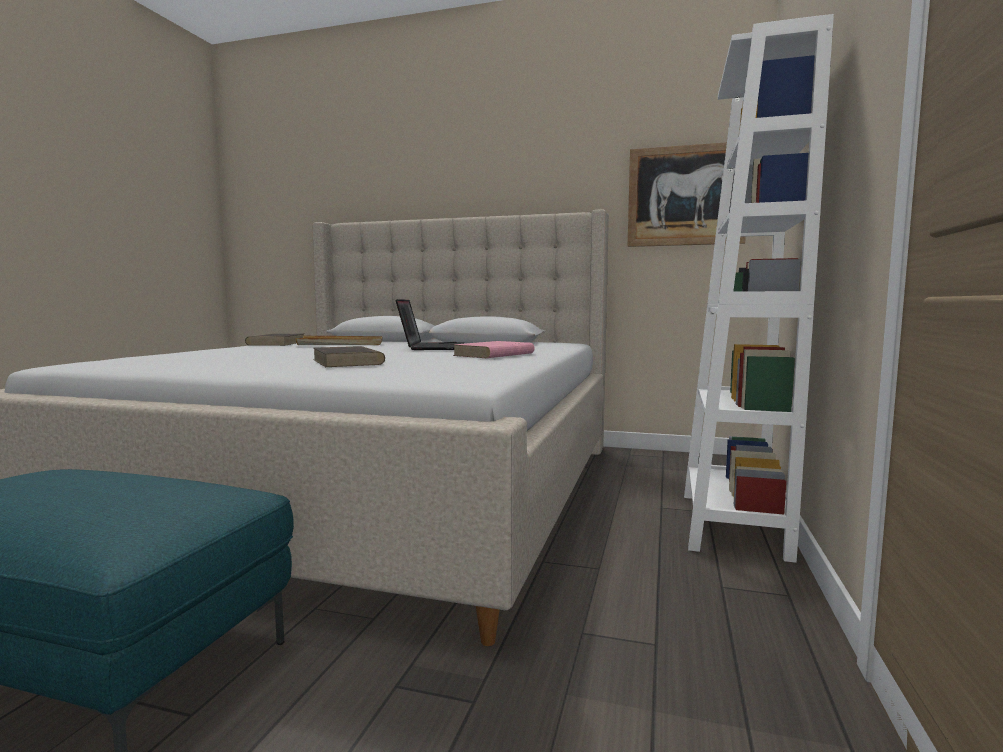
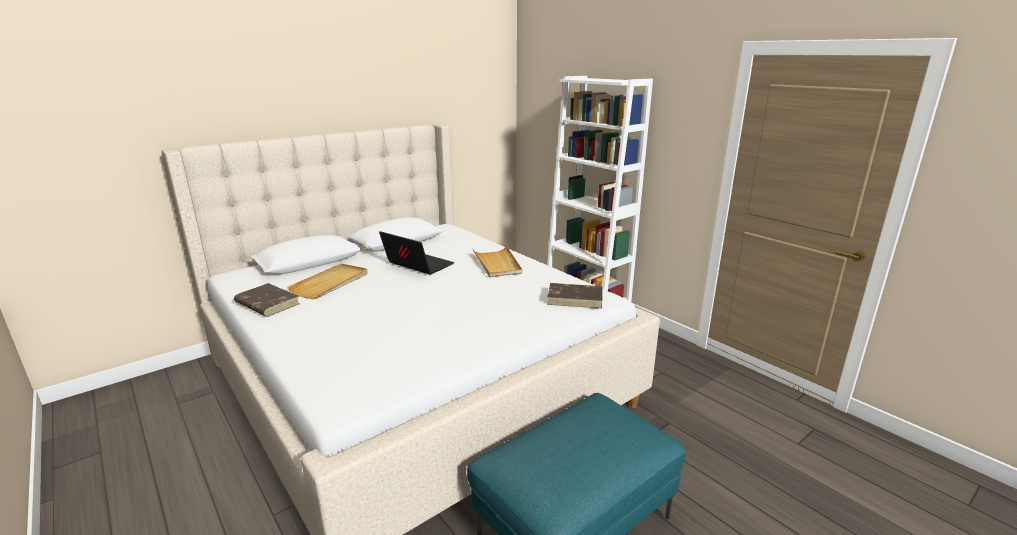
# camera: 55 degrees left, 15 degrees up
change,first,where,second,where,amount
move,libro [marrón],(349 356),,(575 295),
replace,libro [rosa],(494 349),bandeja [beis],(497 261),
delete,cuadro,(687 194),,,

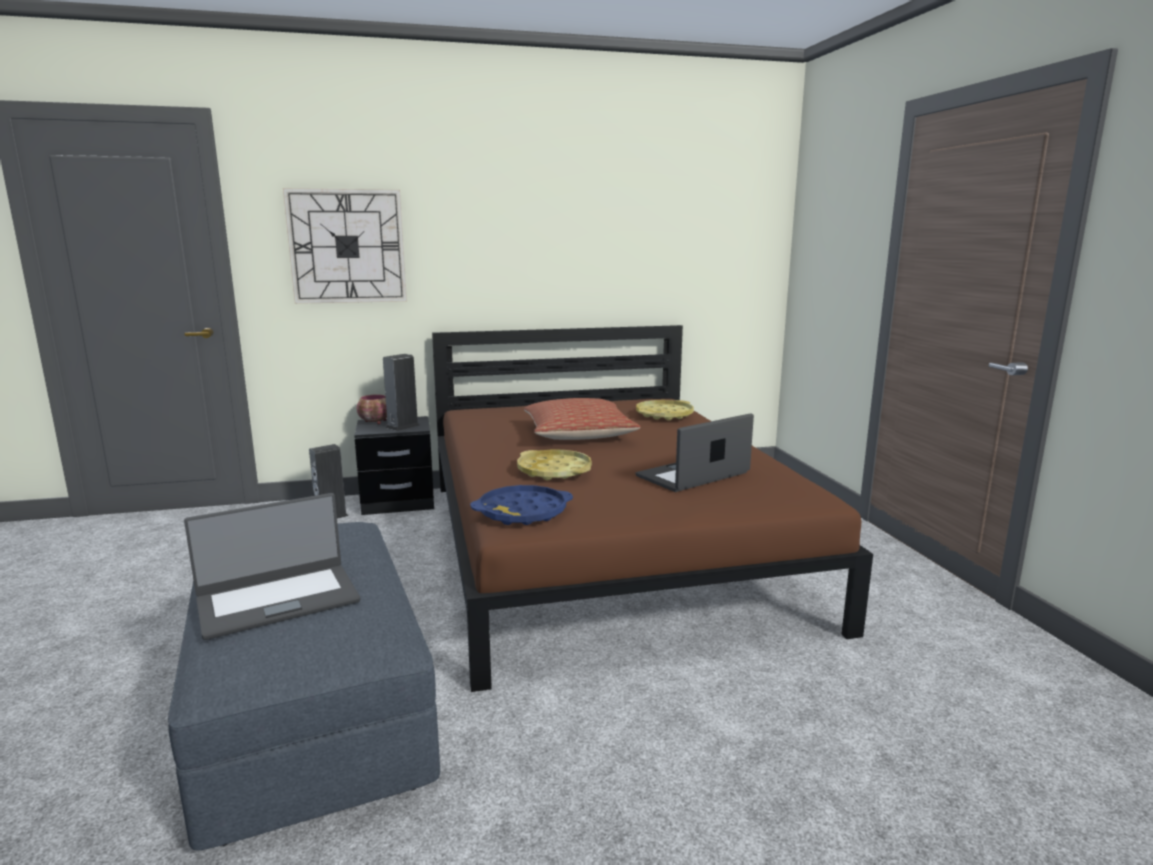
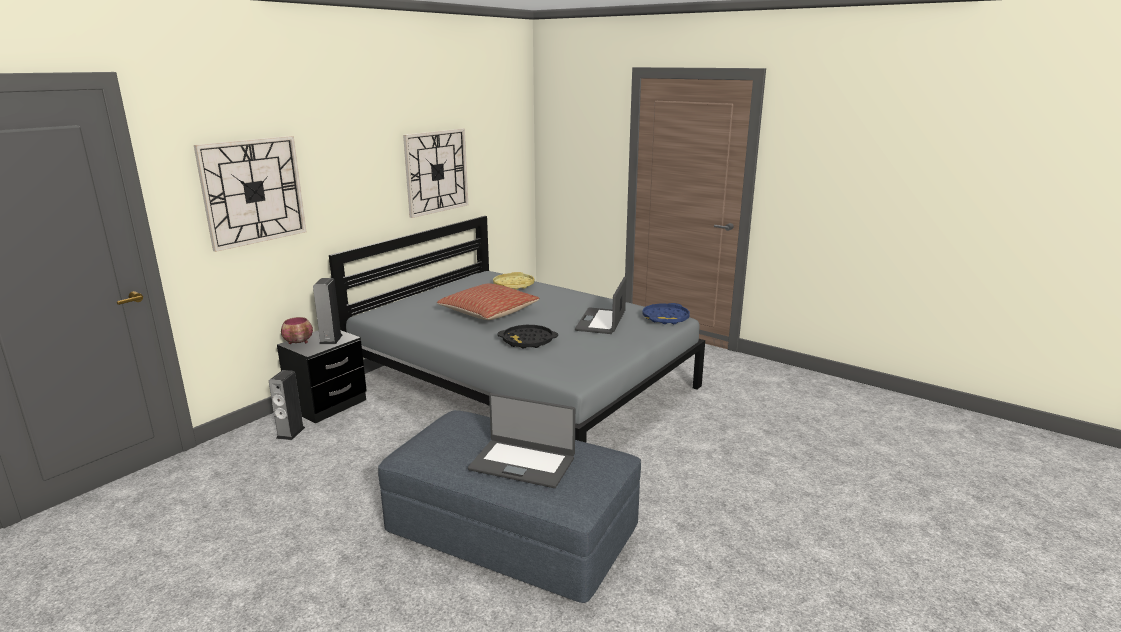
# camera: 40 degrees left, 5 degrees up
change,first,where,second,where,amount
rotate,portátil,(272 566),,(521 440),90 degrees clockwise
recolor,cama [marrón],(652 508),cama [gris],(517 329),
move,bandeja [azul],(521 505),,(666 313),
recolor,bandeja [amarillo],(554 465),bandeja [negro],(528 337),
insert,,,reloj de pared,(435 173),

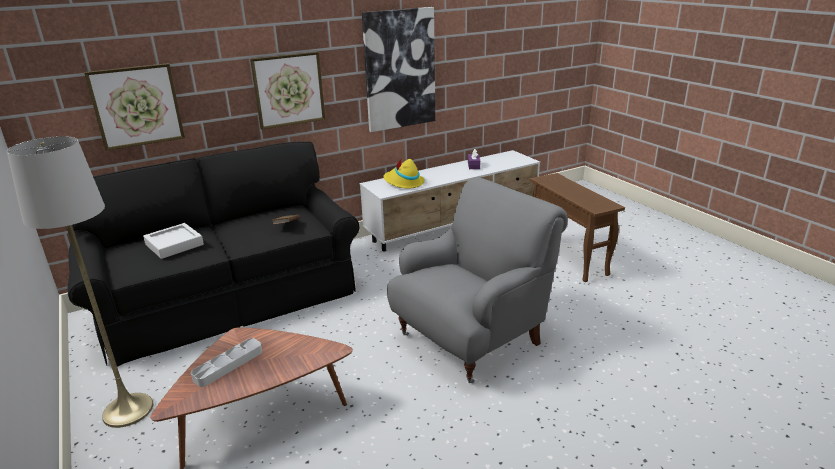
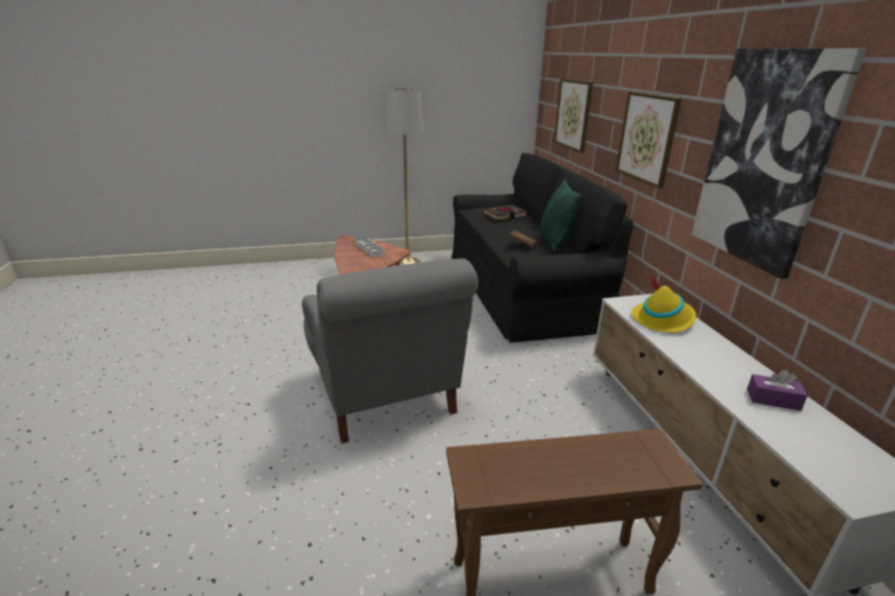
# camera: 105 degrees right, 0 degrees up
change,first,where,second,where,amount
replace,bandeja [gris],(173 241),libro [negro],(504 212),
insert,,,cojín [verde],(560 215),

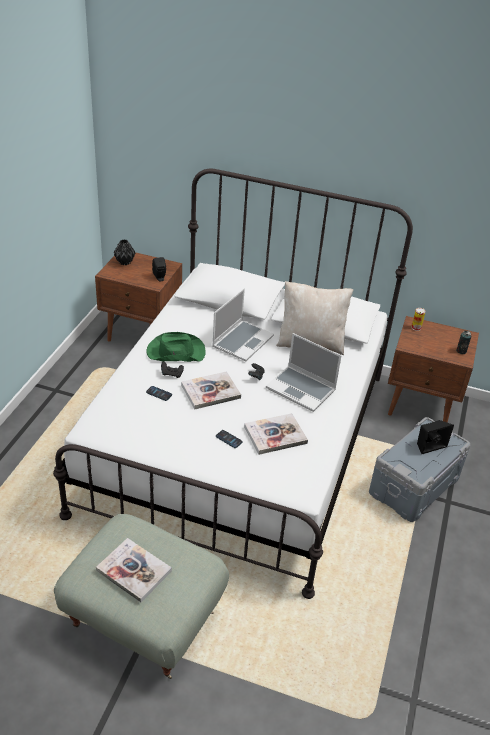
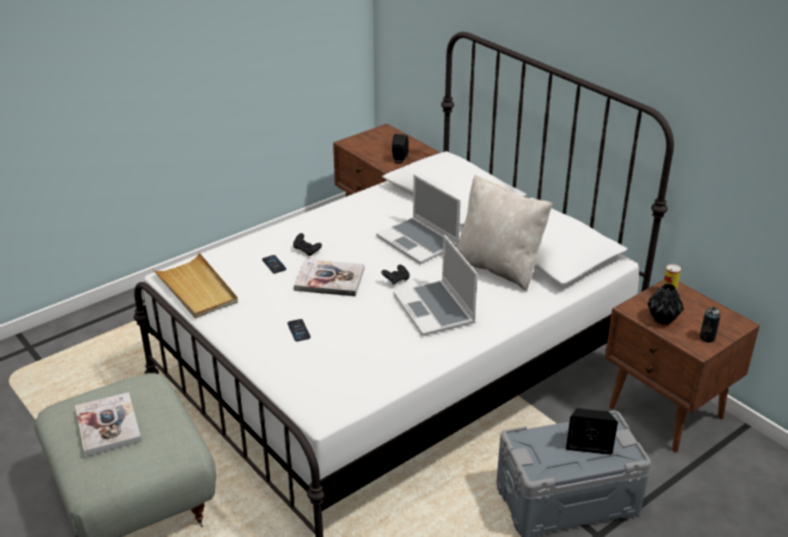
# camera: 35 degrees right, 5 degrees down
change,first,where,second,where,amount
move,florero [negro],(125 252),,(666 304),
delete,sombrero [verde],(176 347),,,
rotate,portátil,(243 325),,(418 219),75 degrees clockwise
delete,libro,(276 434),,,
insert,,,bandeja [beis],(195 285),

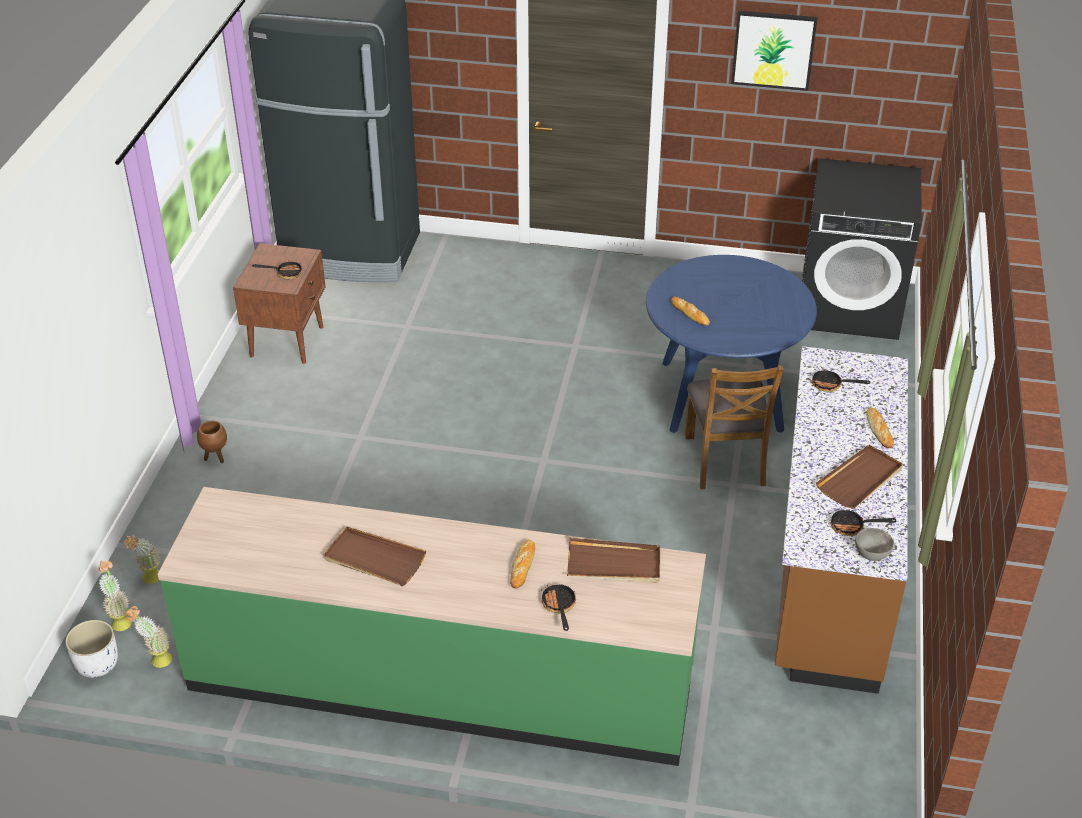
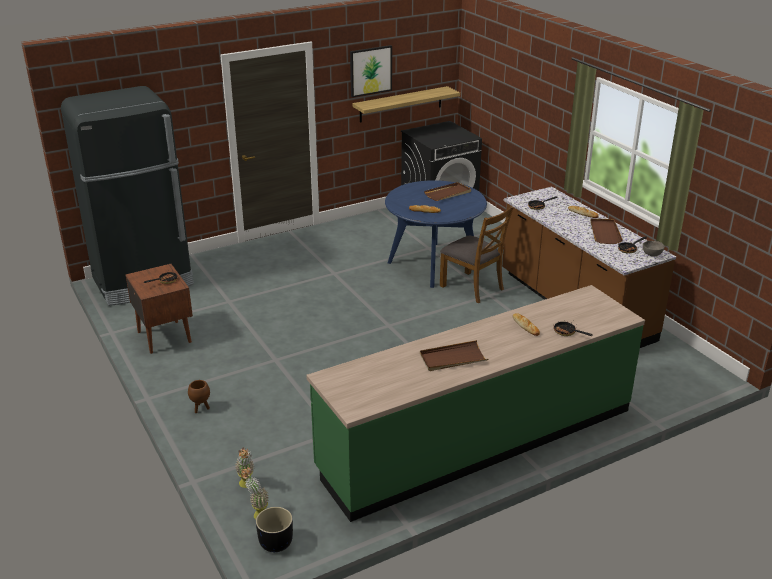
# camera: 40 degrees left, 10 degrees down
change,first,where,second,where,amount
recolor,maceta [blanco],(91 649),maceta [negro],(274 529),
delete,planta en maceta,(149 637),,,
move,bandeja [marrón],(613 560),,(447 191),
insert,,,estante,(406 104),

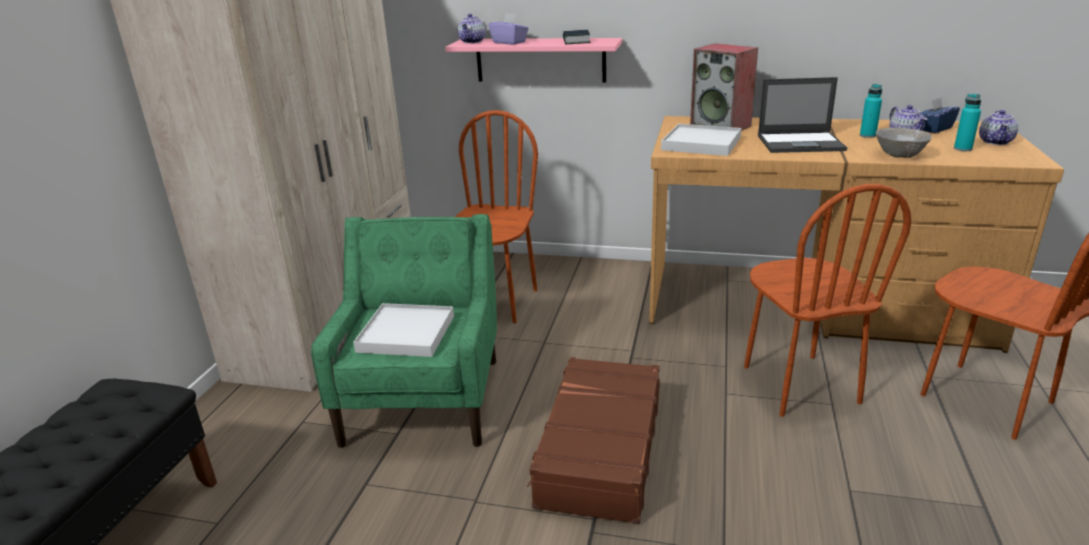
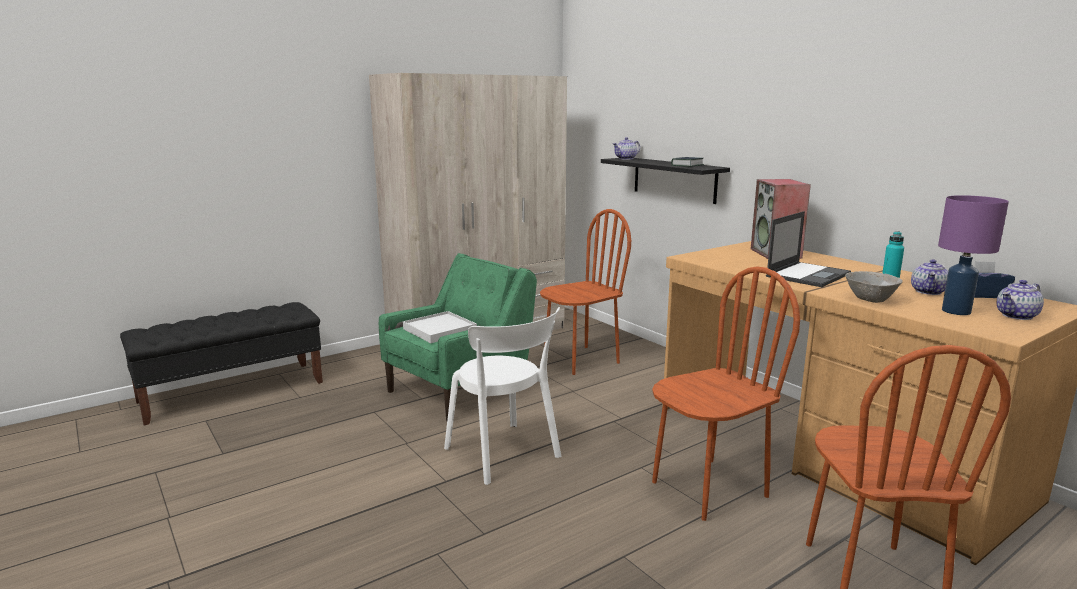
# camera: 40 degrees right, 10 degrees down
change,first,where,second,where,amount
recolor,estante [rosa],(533 60),estante [negro],(665 181),
delete,caja de pañuelos [morado],(509 29),,,
replace,maleta [marrón],(593 440),silla [blanco],(502 396),
delete,bandeja [blanco],(701 140),,,
rotate,silla [marrón],(827 300),,(726 393),150 degrees counterclockwise
rotate,portátil,(802 115),,(808 249),90 degrees counterclockwise
replace,botella [turquesa],(967 122),lámpara de mesa [morado],(973 255),

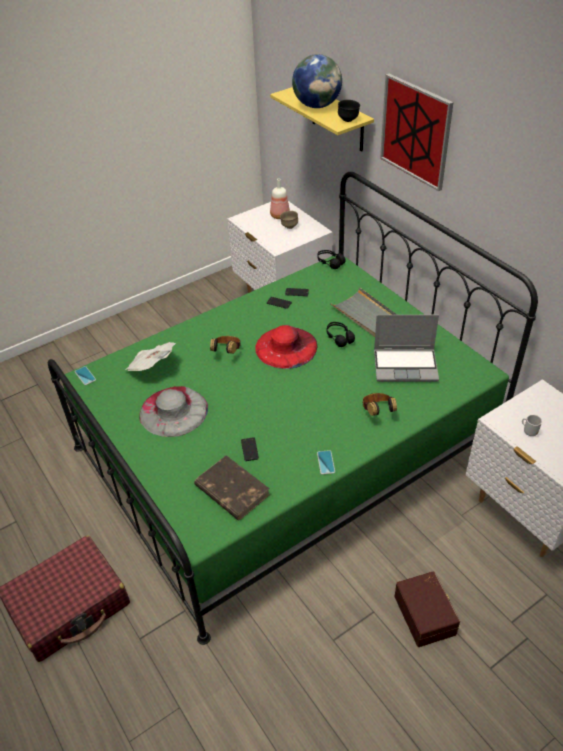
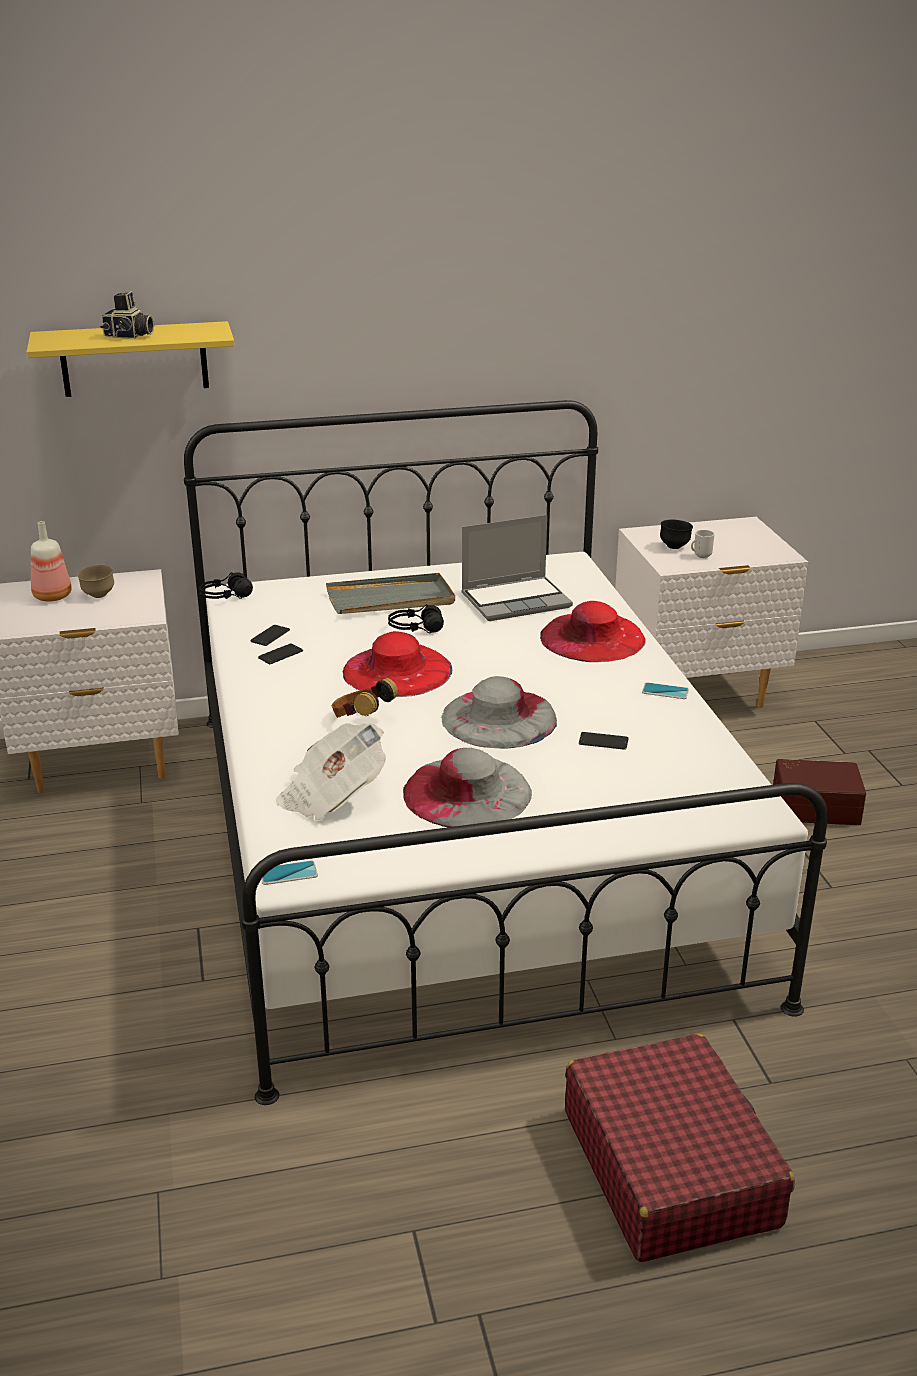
# camera: 70 degrees left, 15 degrees down
change,first,where,second,where,amount
recolor,cama [verde],(293 408),cama [blanco],(506 752),
delete,libro [marrón],(232 487),,,
replace,globo terráqueo,(317 81),cámara,(127 315),
move,cuenco [negro],(349 111),,(676 534),
replace,auriculares,(379 404),sombrero [rojo],(593 631),
rotate,portátil,(406 348),,(517 568),45 degrees clockwise
delete,cuadro,(417 132),,,
insert,,,sombrero [gris],(499 712),

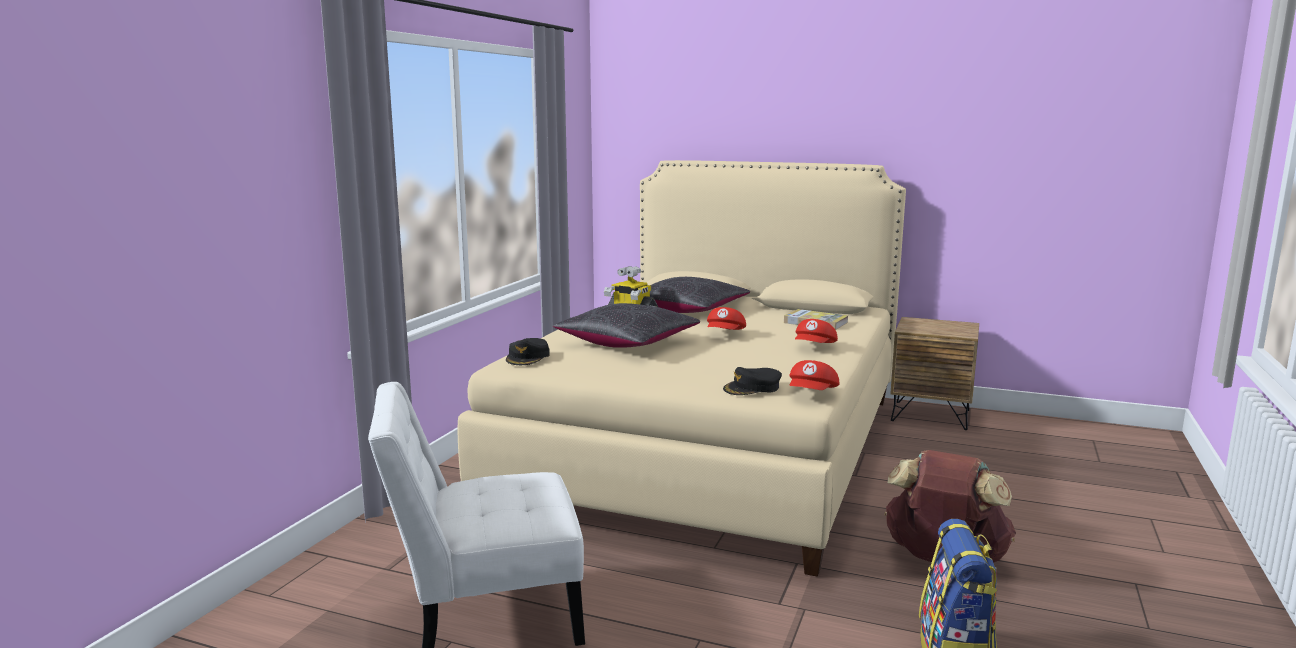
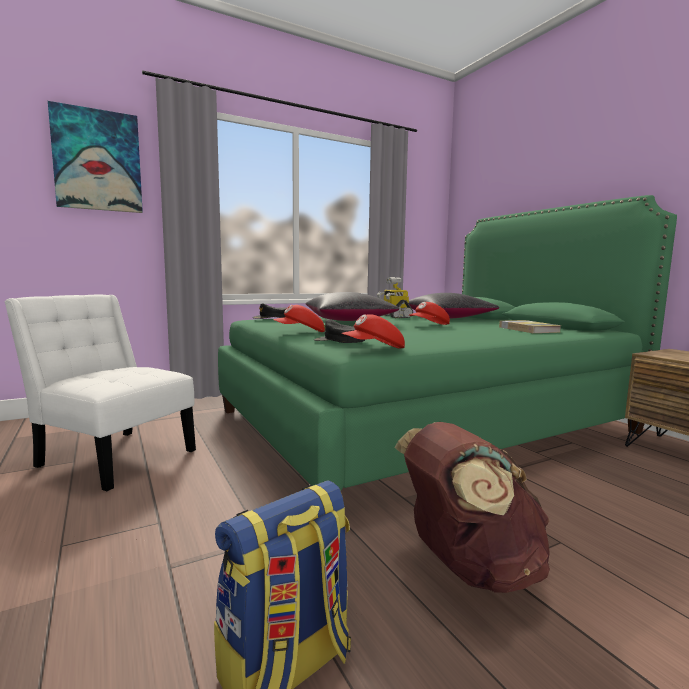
# camera: 40 degrees right, 5 degrees down
change,first,where,second,where,amount
recolor,cama [beis],(682 368),cama [verde],(447 342),
move,gorra [rojo],(816 331),,(299 318),
insert,,,cuadro,(95 157),

